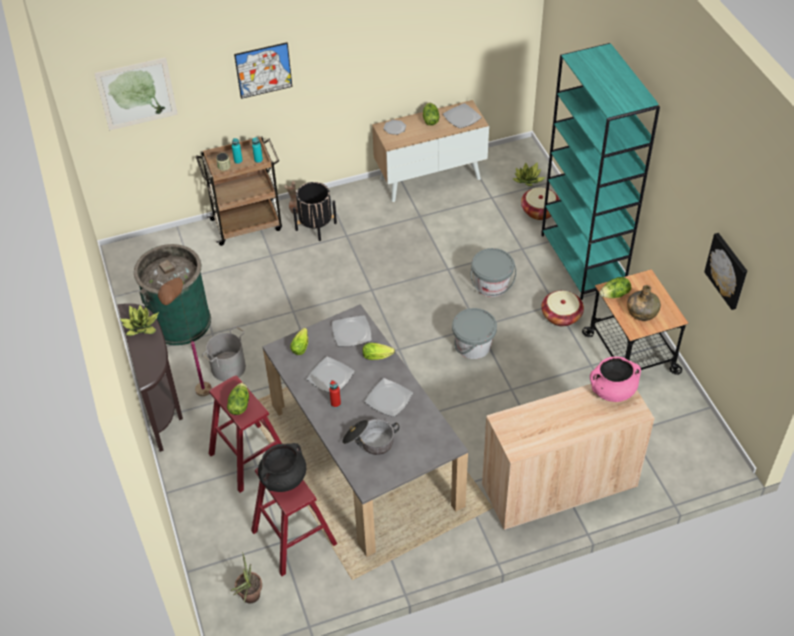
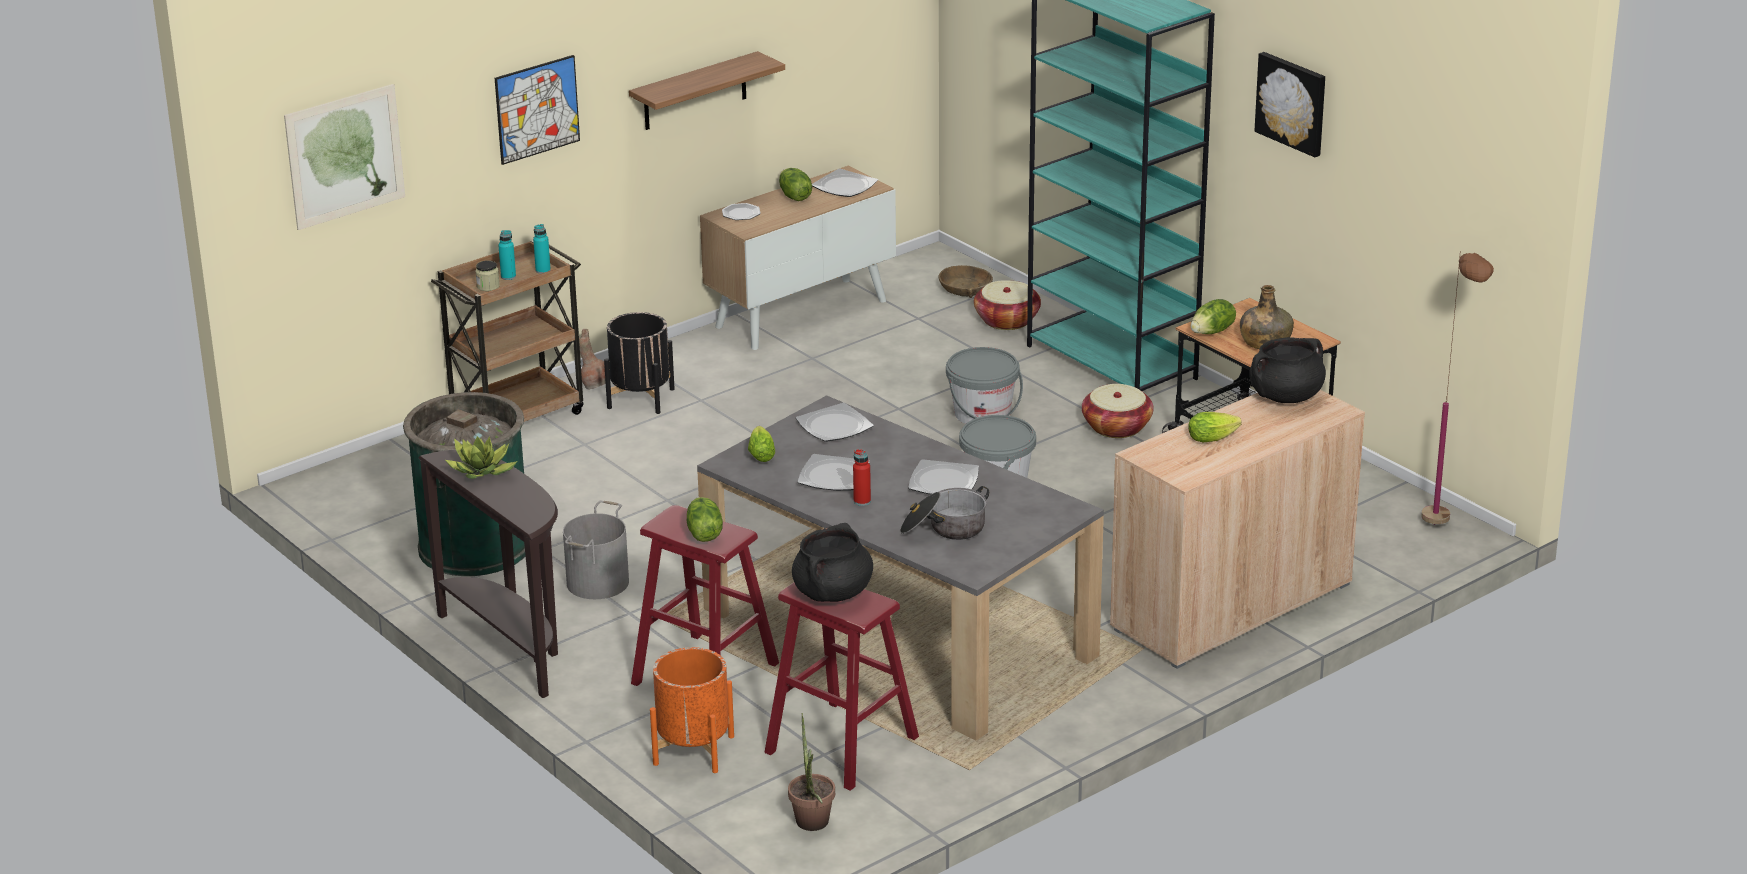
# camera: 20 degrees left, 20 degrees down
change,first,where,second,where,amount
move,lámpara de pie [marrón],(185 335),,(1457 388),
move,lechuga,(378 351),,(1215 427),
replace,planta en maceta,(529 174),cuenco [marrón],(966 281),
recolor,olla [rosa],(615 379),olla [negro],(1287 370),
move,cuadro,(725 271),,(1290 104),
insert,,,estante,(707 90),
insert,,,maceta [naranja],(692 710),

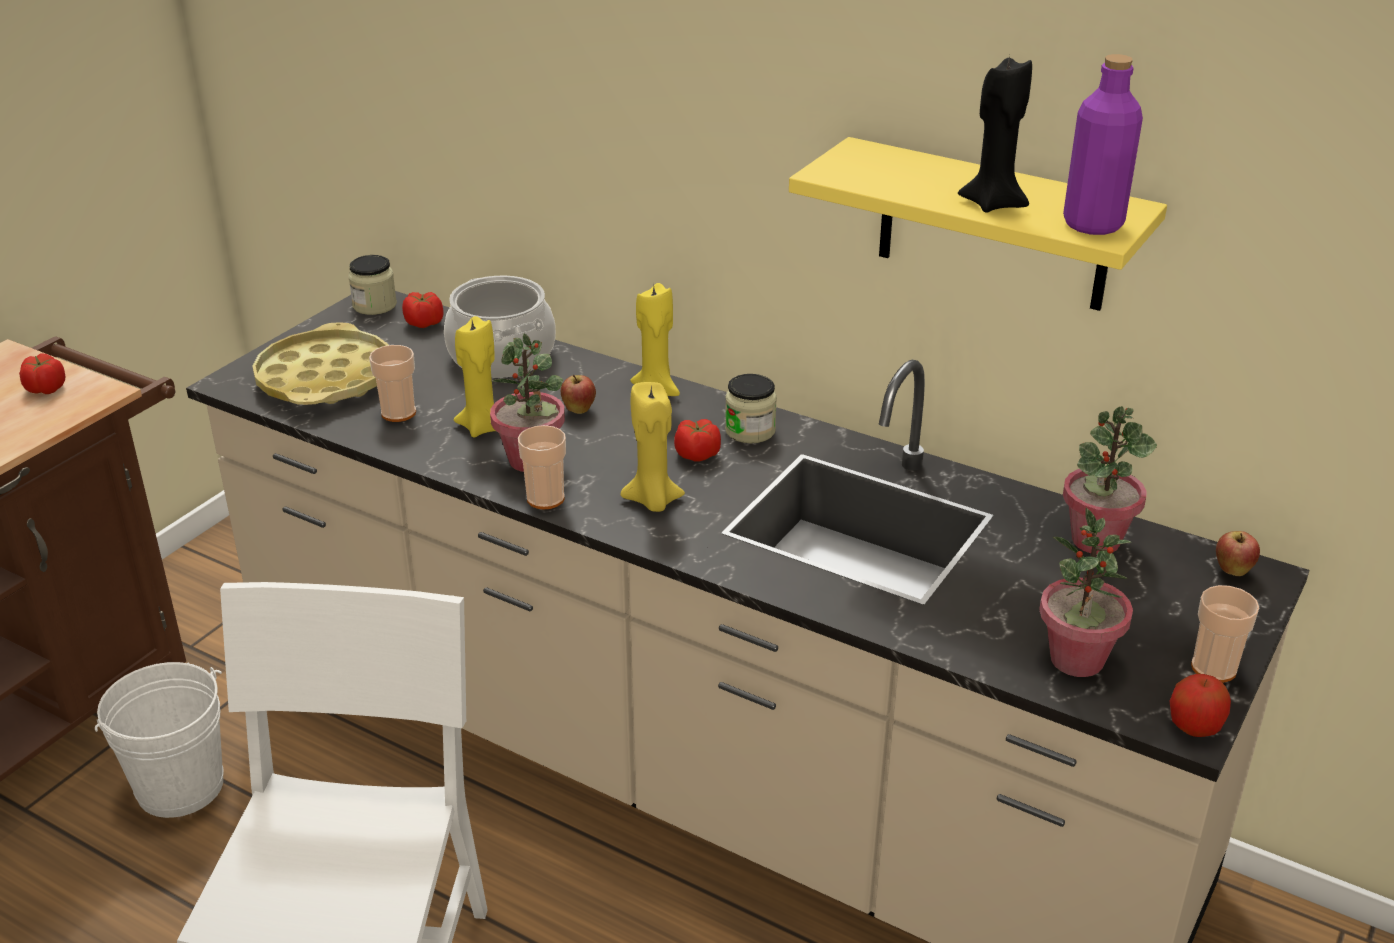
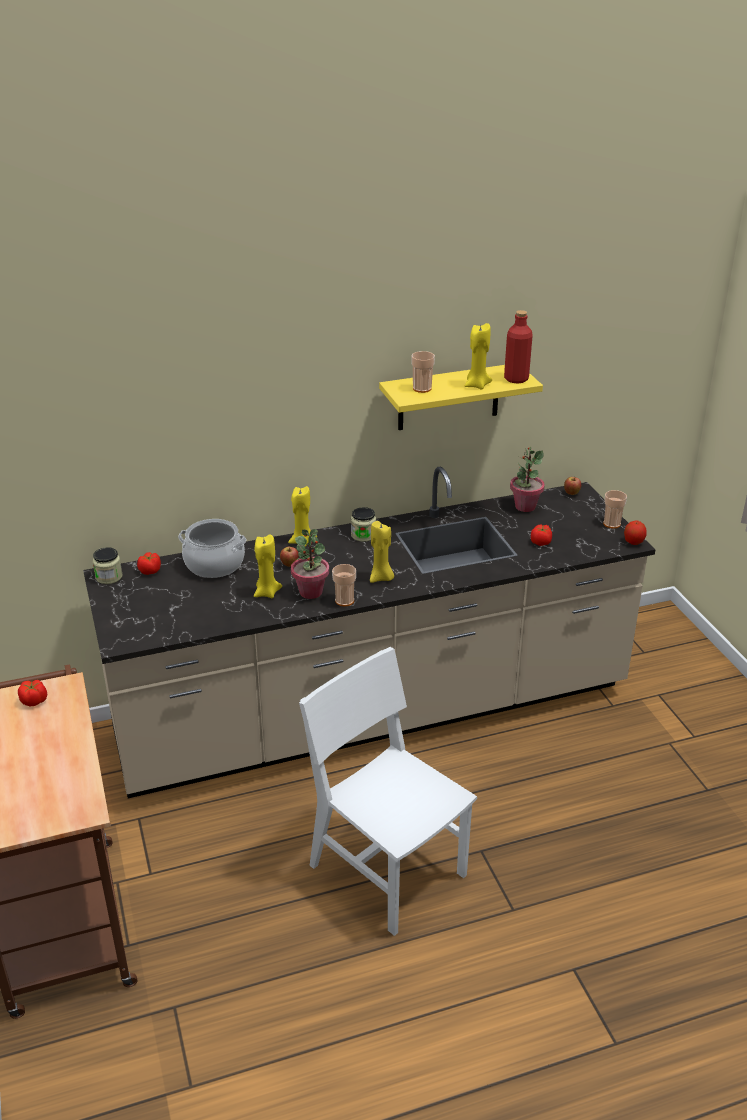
# camera: 50 degrees left, 0 degrees up
change,first,where,second,where,amount
delete,cubo [blanco],(159 740),,,
delete,bandeja [amarillo],(320 363),,,
move,taza,(392 383),,(423 372),
move,tomate,(697 440),,(541 535),
recolor,vela [negro],(995 134),vela [amarillo],(478 356),
delete,planta en maceta,(1086 592),,,
recolor,botella [morado],(1103 144),botella [rojo],(518 346),

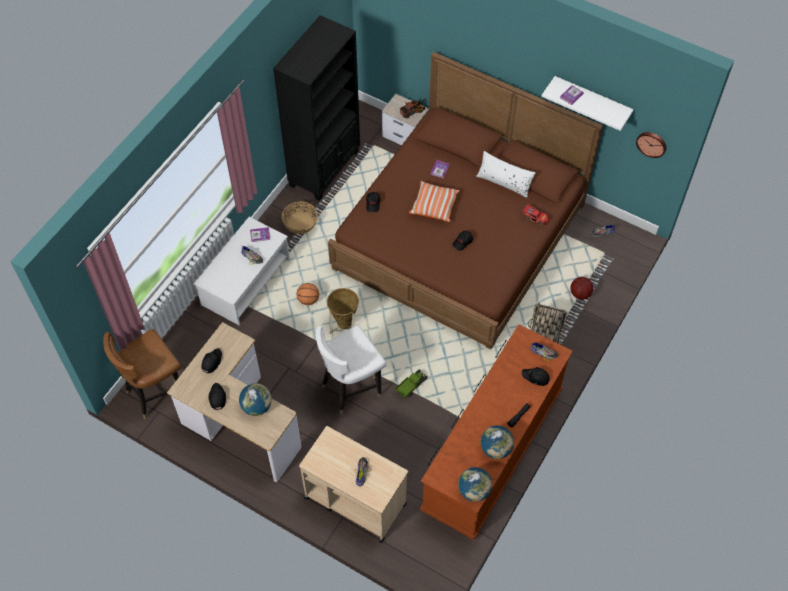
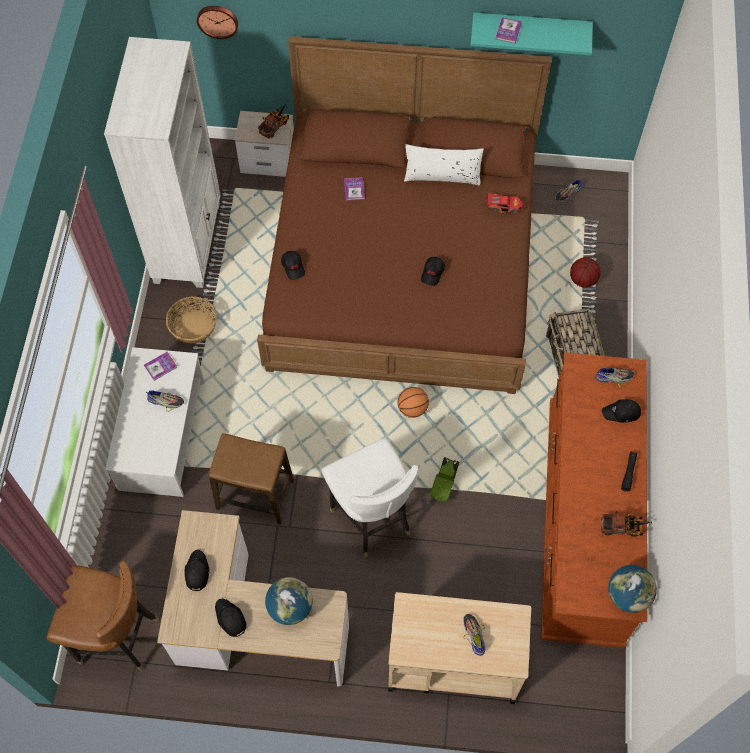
# camera: 25 degrees left, 5 degrees up
change,first,where,second,where,amount
rotate,silla [marrón],(142 374),,(103 615),105 degrees counterclockwise
recolor,estantería [negro],(316 108),estantería [blanco],(162 162),
move,balón de baloncesto,(307 294),,(413 402),
rotate,silla [blanco],(351 370),,(370 498),60 degrees counterclockwise
delete,cesta,(343 311),,,
delete,cojín,(434 201),,,
replace,globo terráqueo,(497 442),camión de juguete,(626 524),
recolor,estante [blanco],(587 103),estante [turquesa],(531 34),
move,reloj de pared,(651 145),,(217 22),
insert,,,taburete,(251 479),

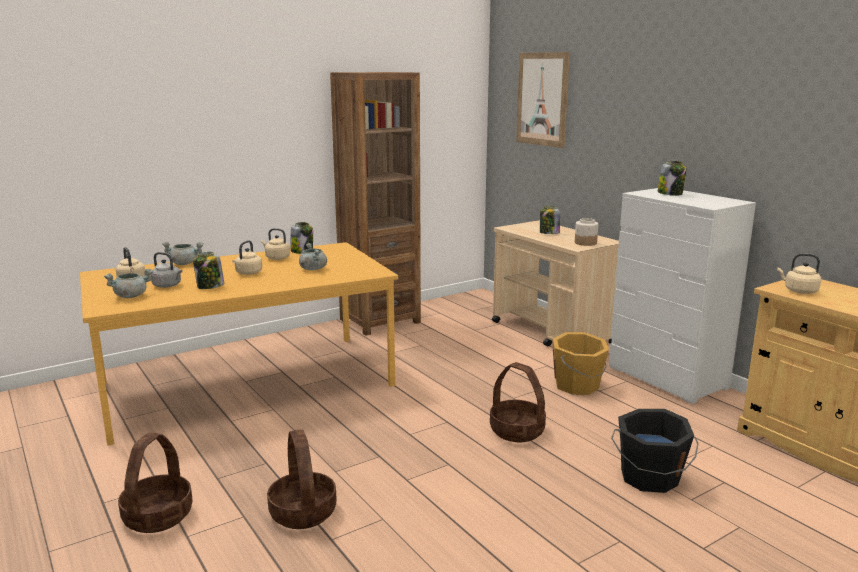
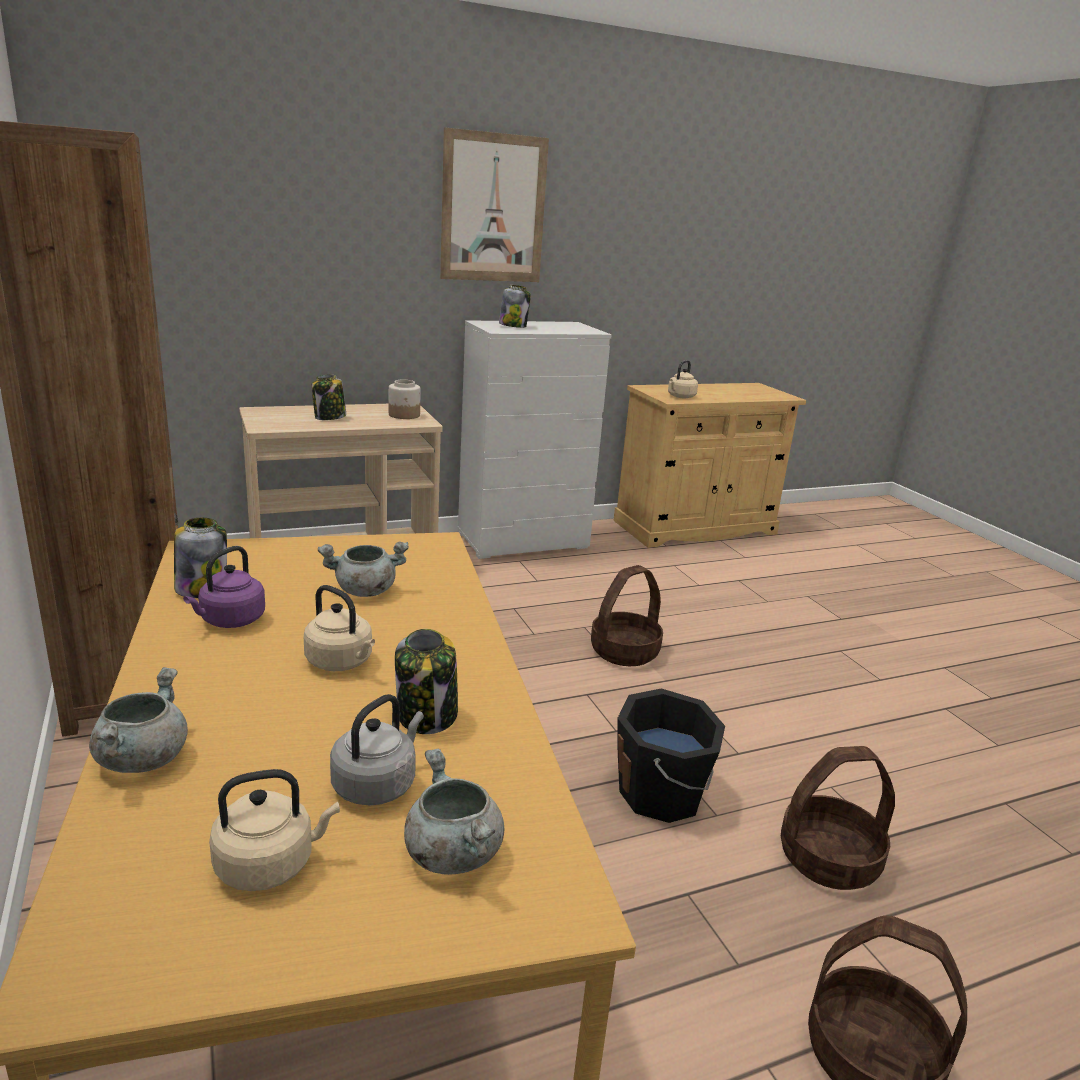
# camera: 80 degrees left, 5 degrees up
change,first,where,second,where,amount
recolor,hervidor [beis],(275 244),hervidor [morado],(224 587),
move,cuadro,(543 100),,(494 204),
delete,cubo [naranja],(581 363),,,
move,cubo [negro],(655 451),,(671 755),

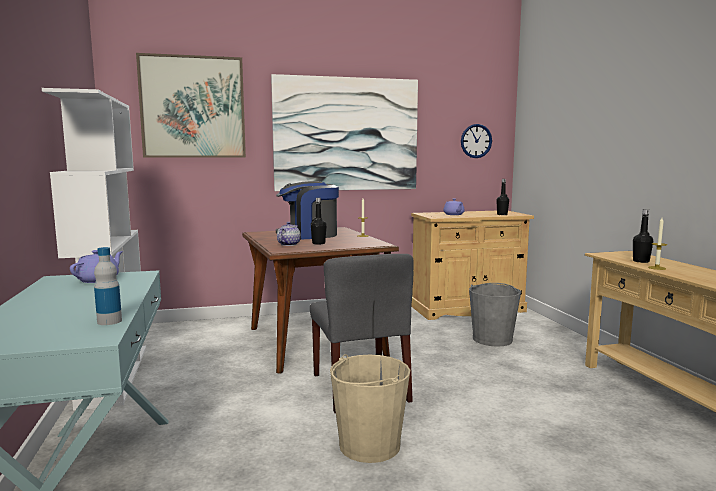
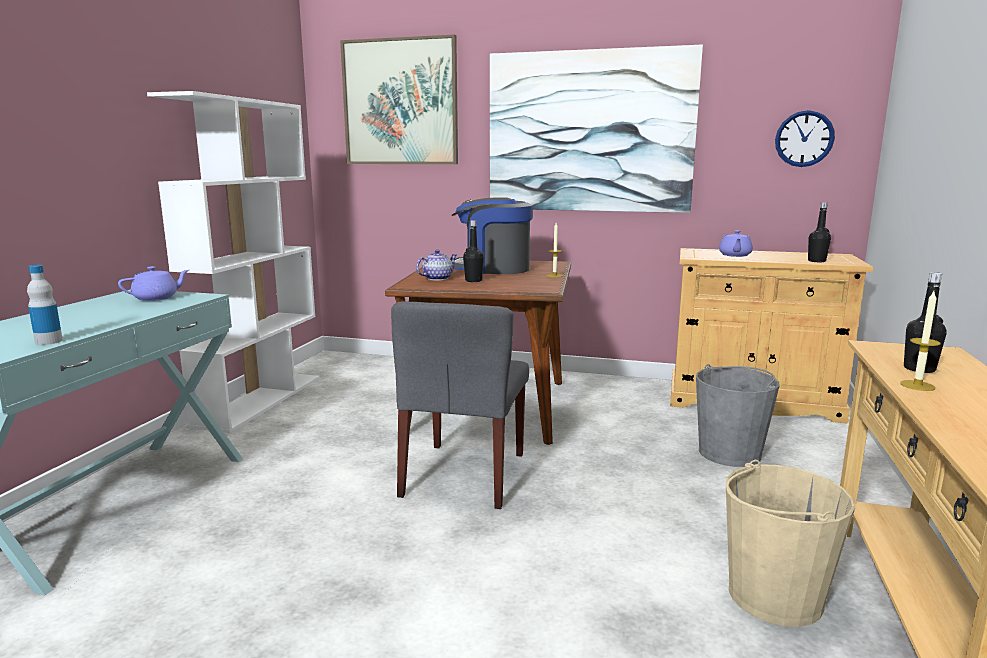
# camera: 30 degrees right, 5 degrees up
change,first,where,second,where,amount
move,cubo [beis],(370 408),,(790 543),

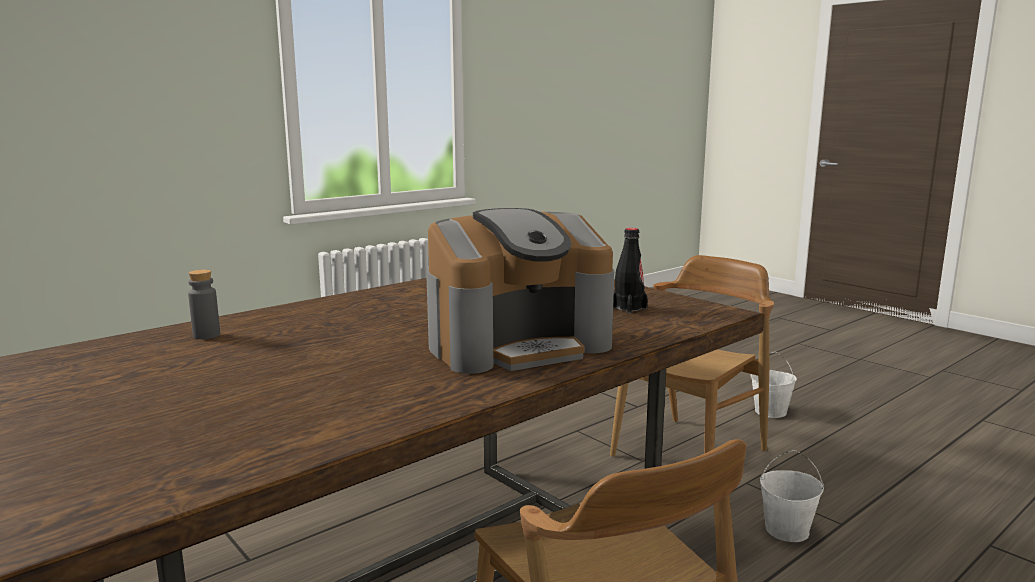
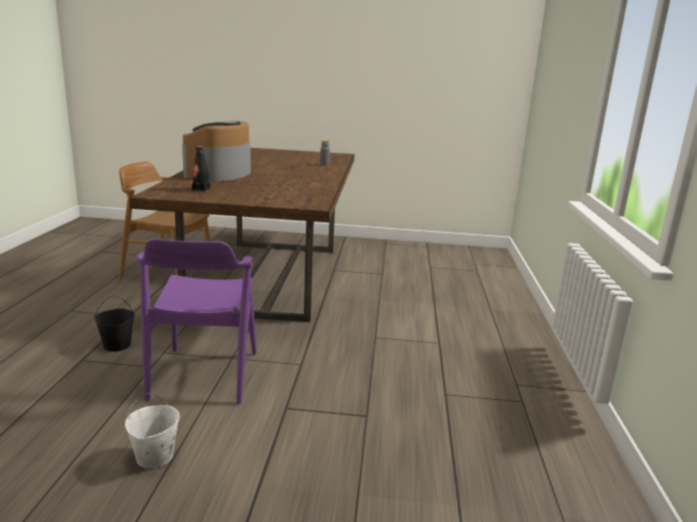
# camera: 135 degrees right, 5 degrees up
change,first,where,second,where,amount
recolor,silla [marrón],(692 356),silla [morado],(197 321),
recolor,cubo [blanco],(792 496),cubo [negro],(114 324),

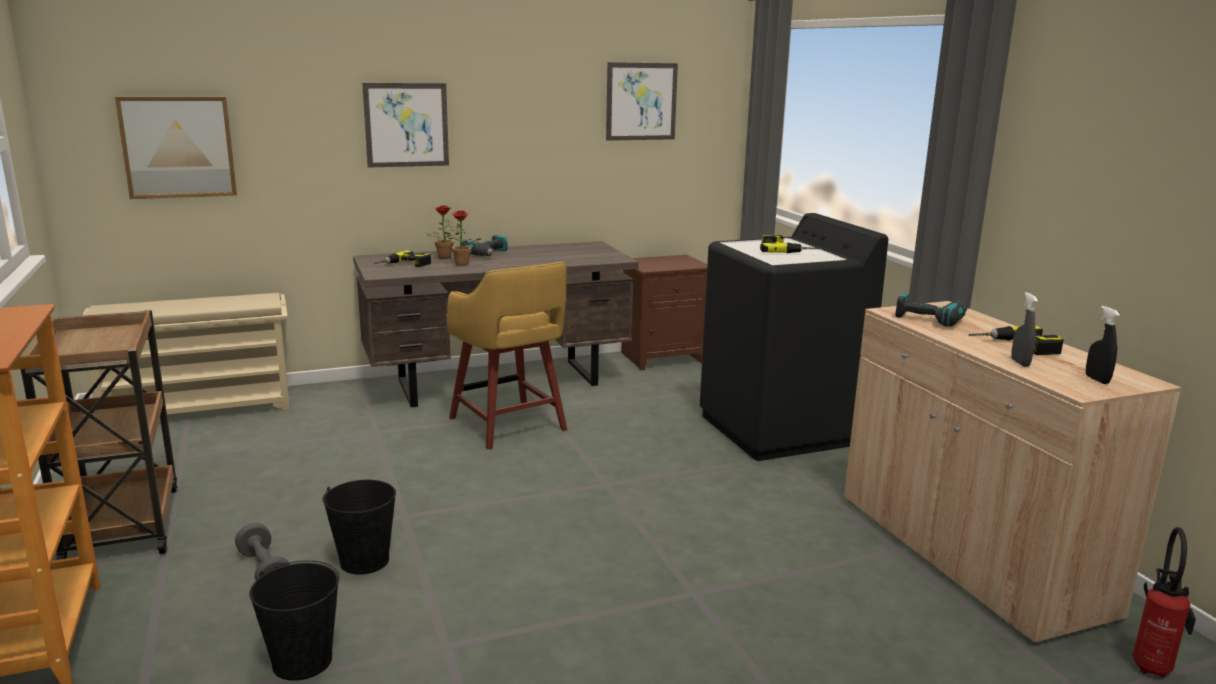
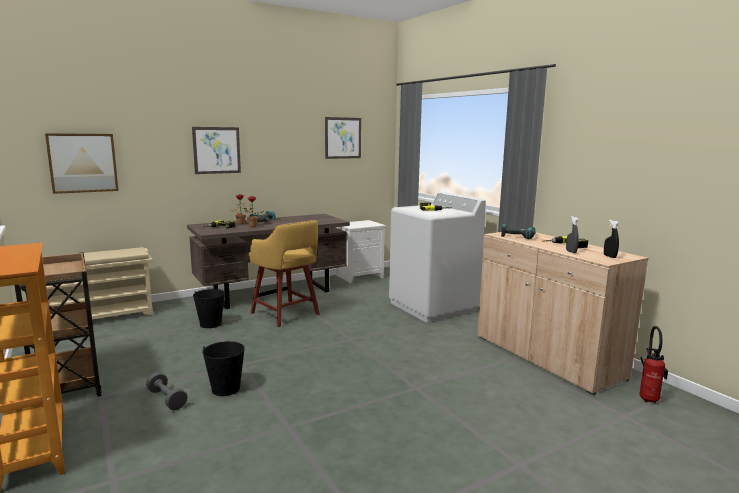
# camera: 10 degrees left, 5 degrees down
change,first,where,second,where,amount
move,cubo [negro],(294 621),,(209 308),
recolor,mesita de noche [marrón],(664 312),mesita de noche [blanco],(361 251),
recolor,lavadora [negro],(794 337),lavadora [blanco],(437 257),

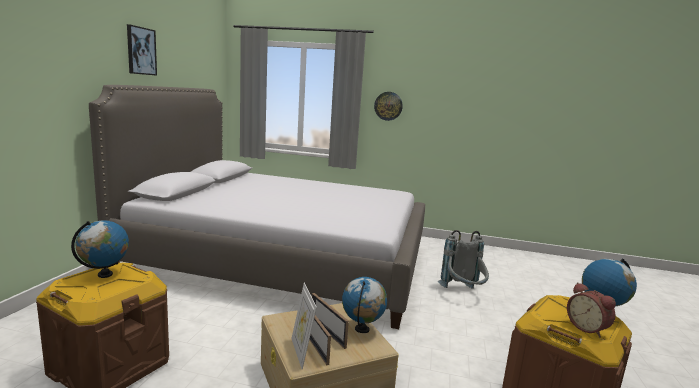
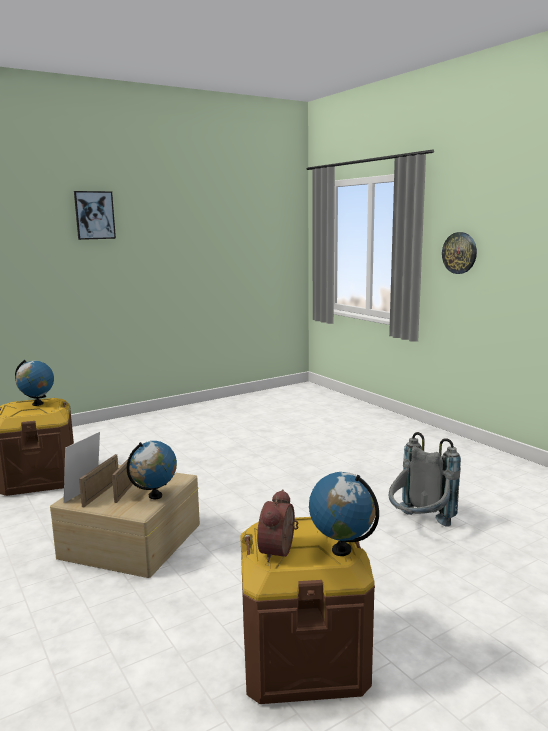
# camera: 45 degrees right, 0 degrees up
change,first,where,second,where,amount
delete,cama,(257 207),,,
move,cuadro,(142 50),,(95 215),

